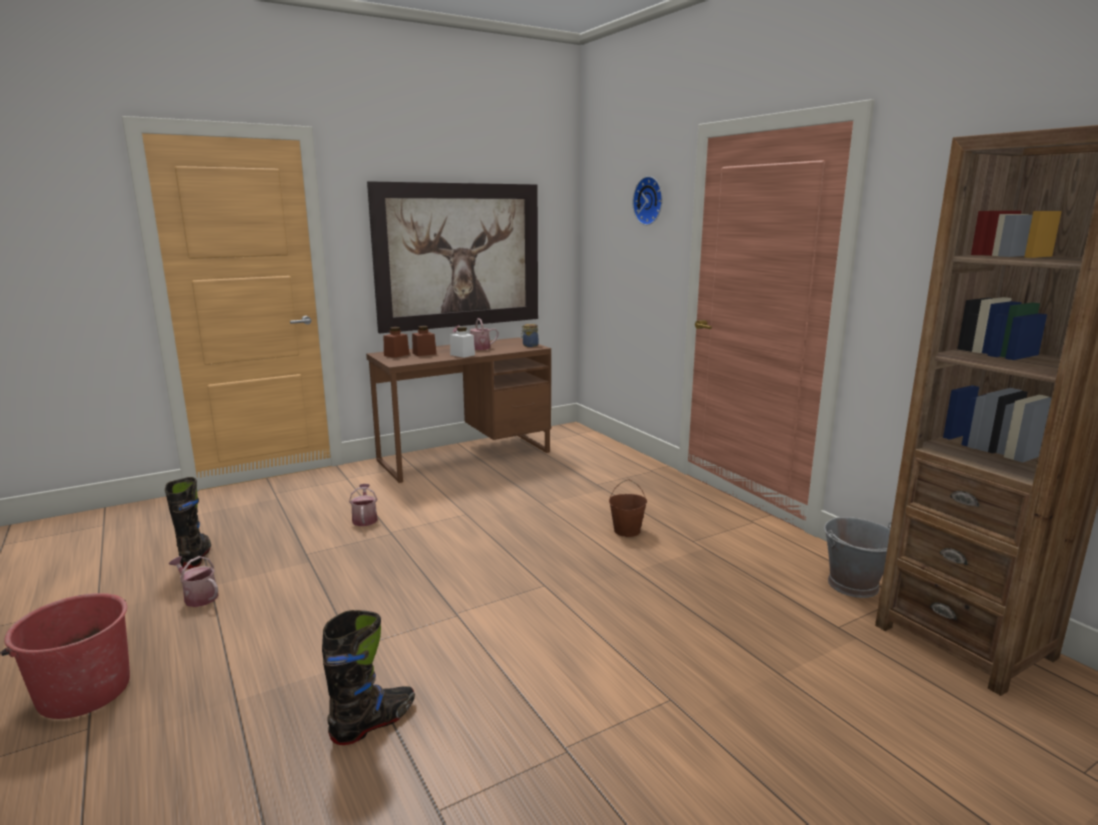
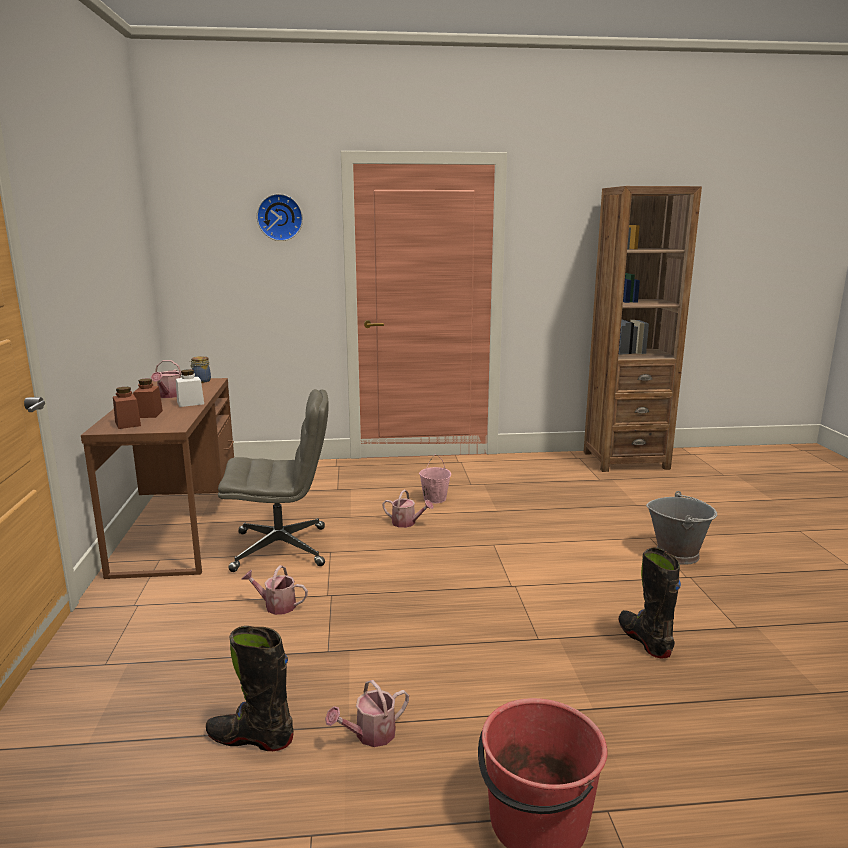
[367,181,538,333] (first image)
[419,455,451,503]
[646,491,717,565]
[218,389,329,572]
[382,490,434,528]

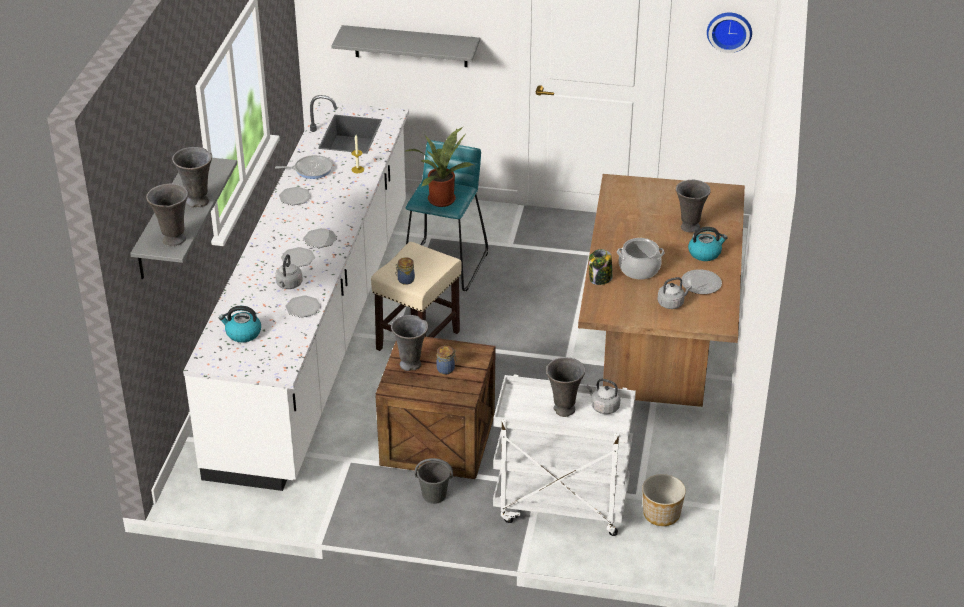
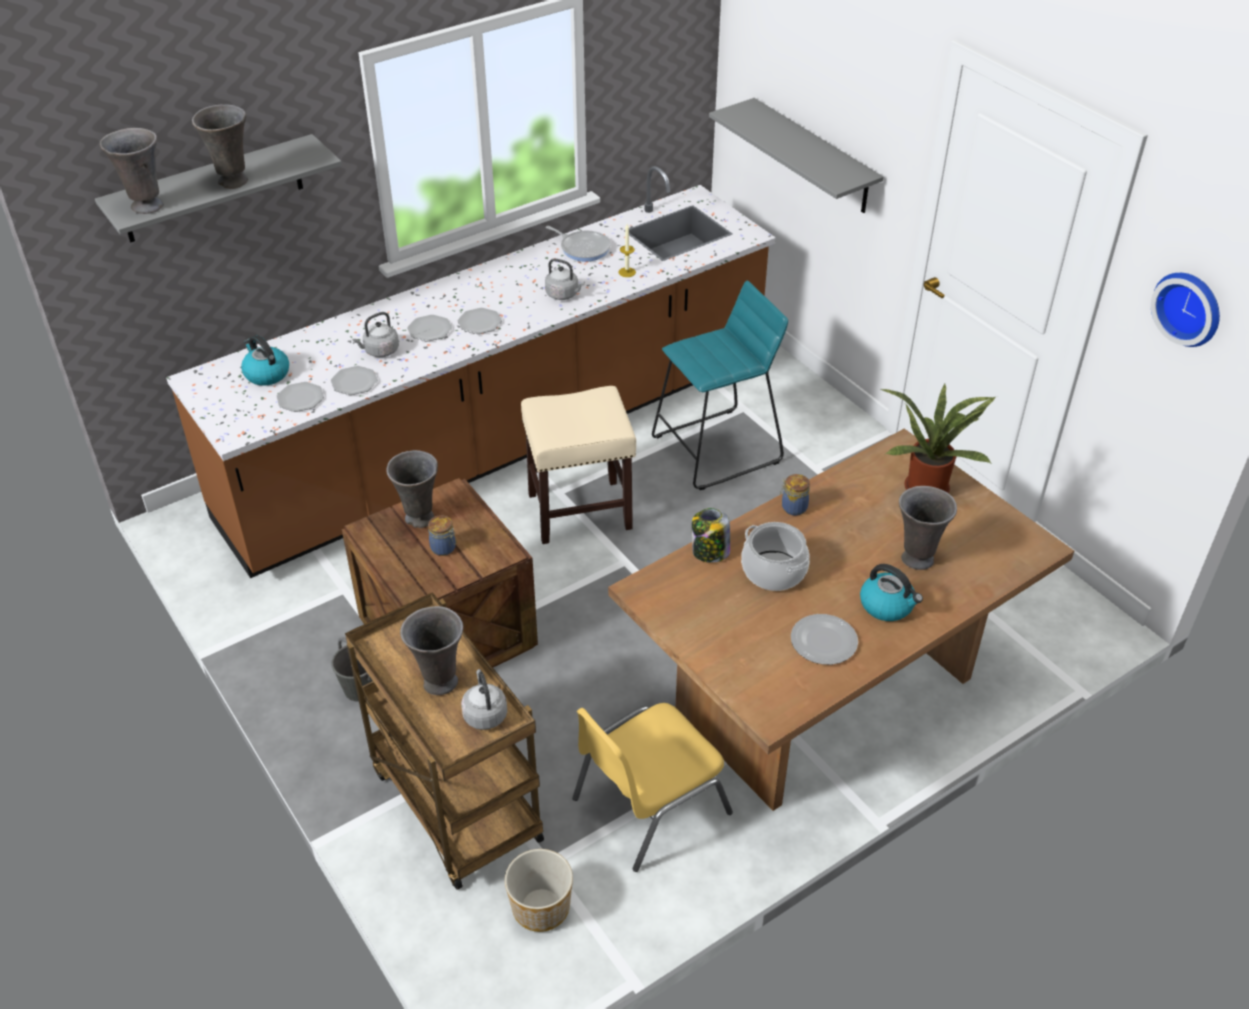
[166,166,776,578]
[881,382,996,493]
[277,382,324,412]
[780,474,810,516]
[545,259,585,300]
[345,592,544,890]
[573,703,733,872]

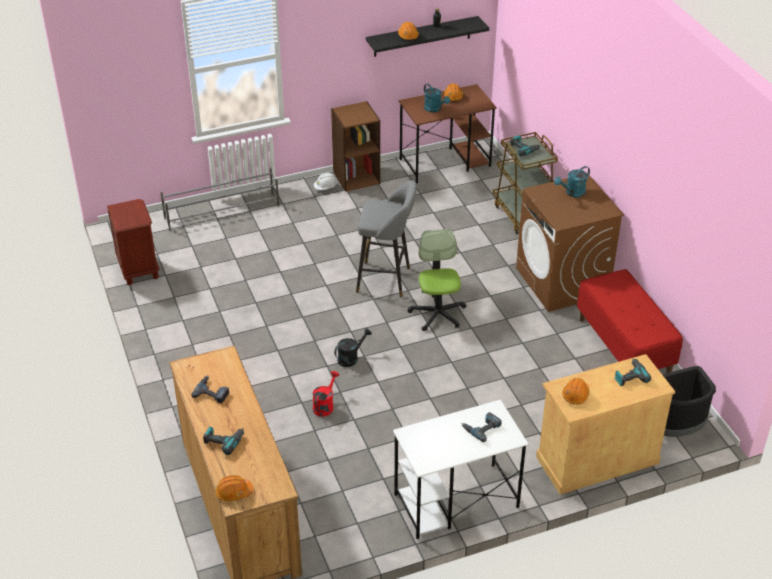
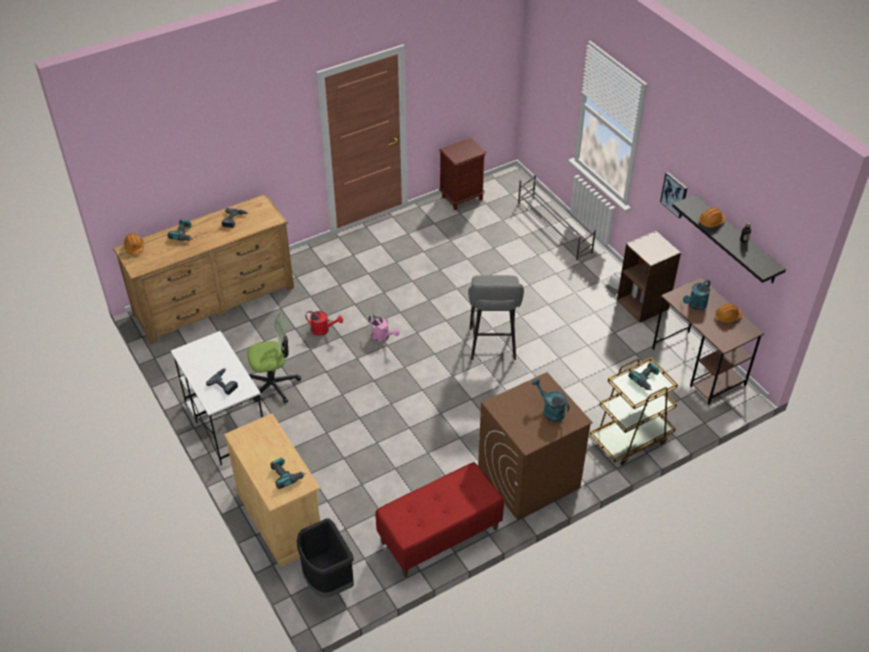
[248,312,301,404]
[369,314,400,342]
[562,378,589,405] (first image)
[660,172,687,218]

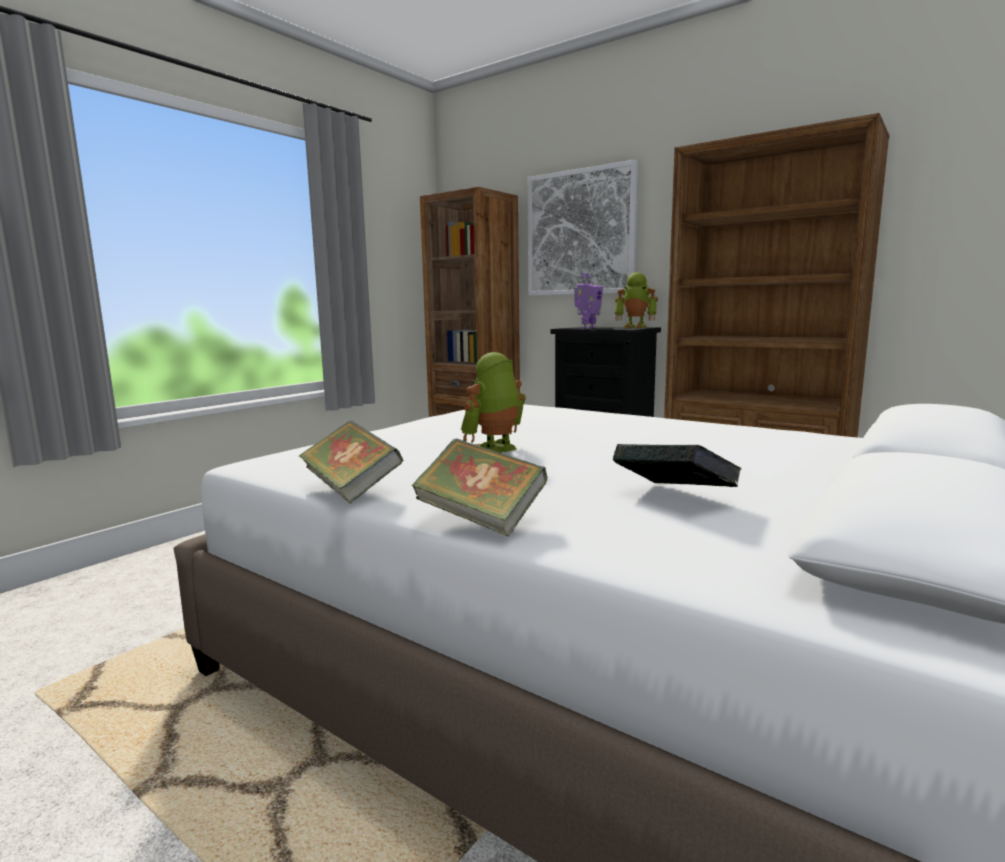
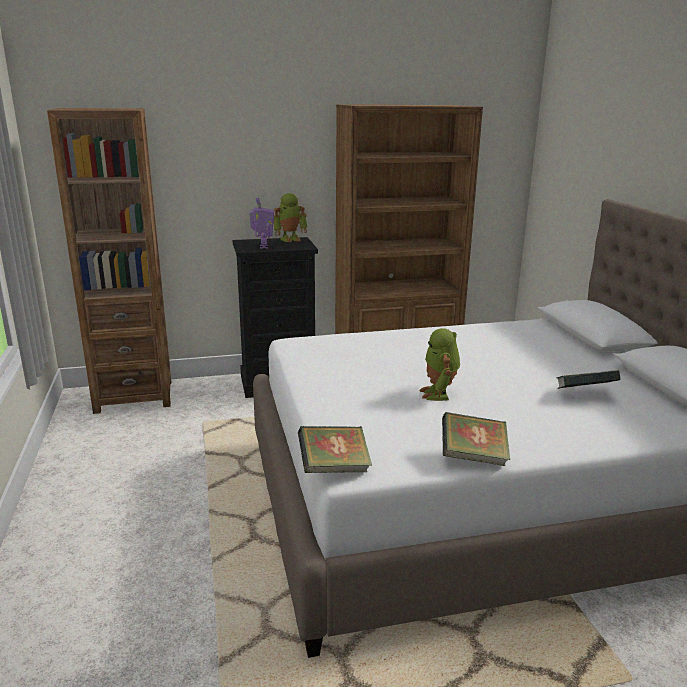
[528,160,638,296] (first image)
[298,426,372,473]

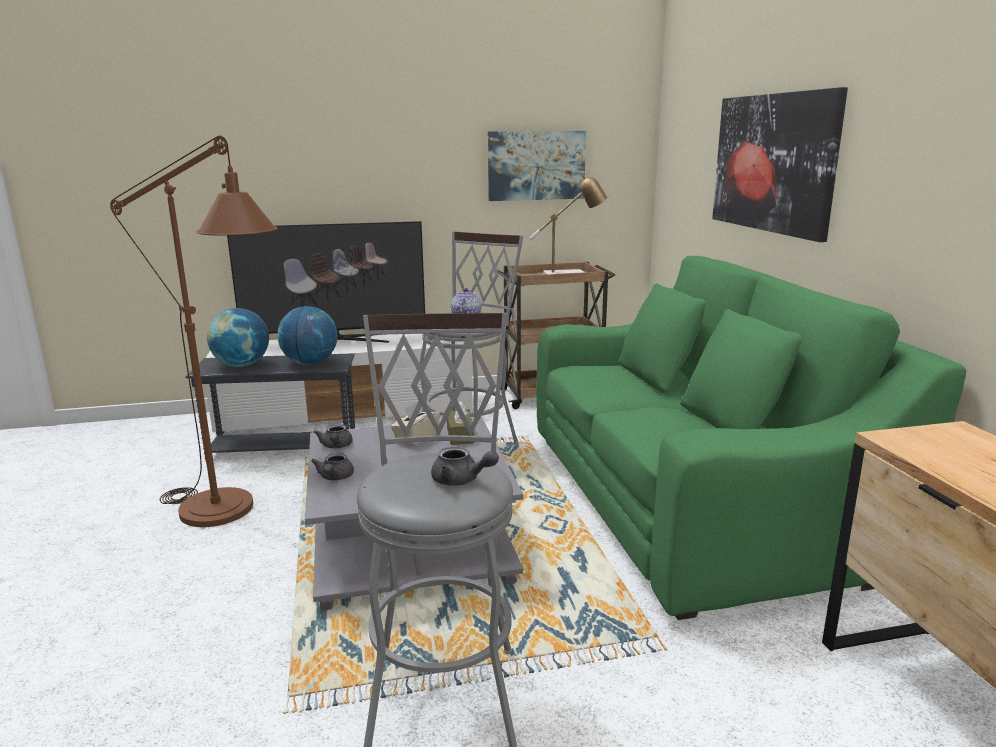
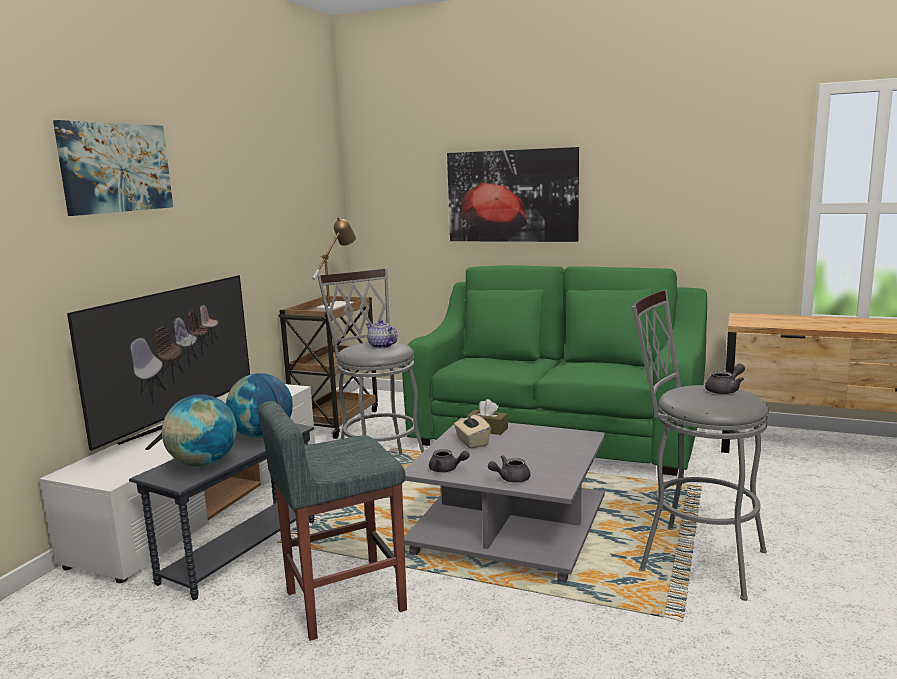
[53,120,173,216]
[258,401,407,641]
[488,455,530,483]

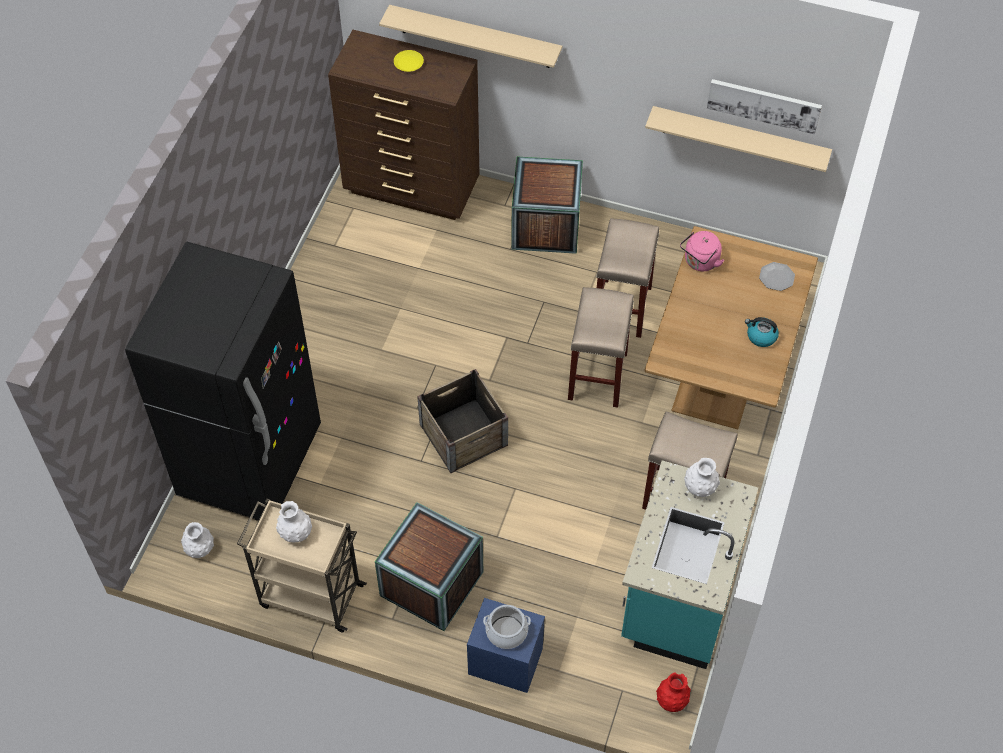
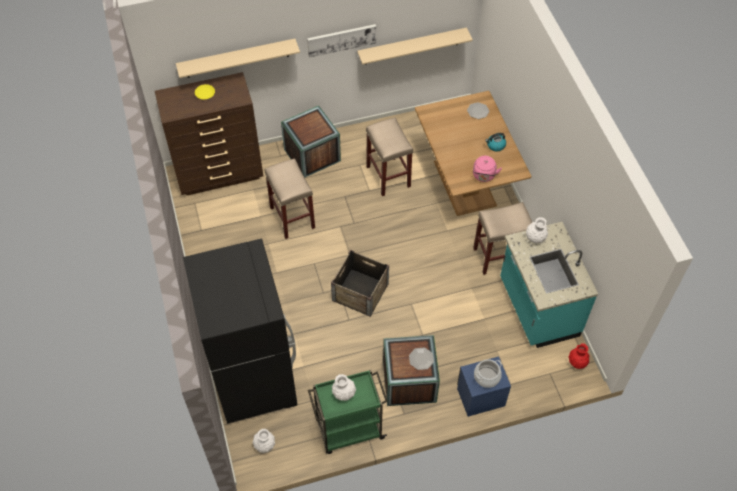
[307,24,376,58]
[473,156,502,182]
[265,158,315,239]
[308,370,388,454]
[409,348,434,370]

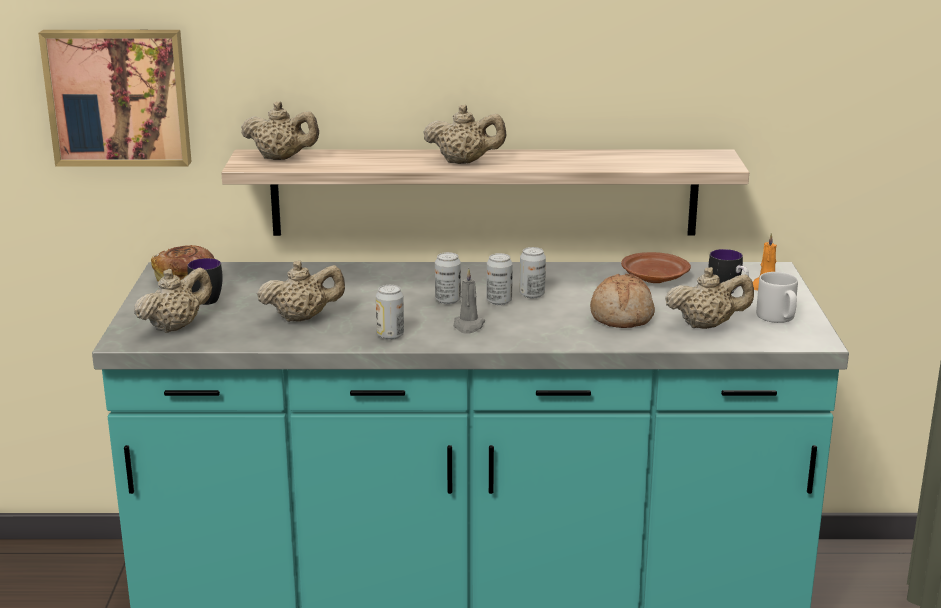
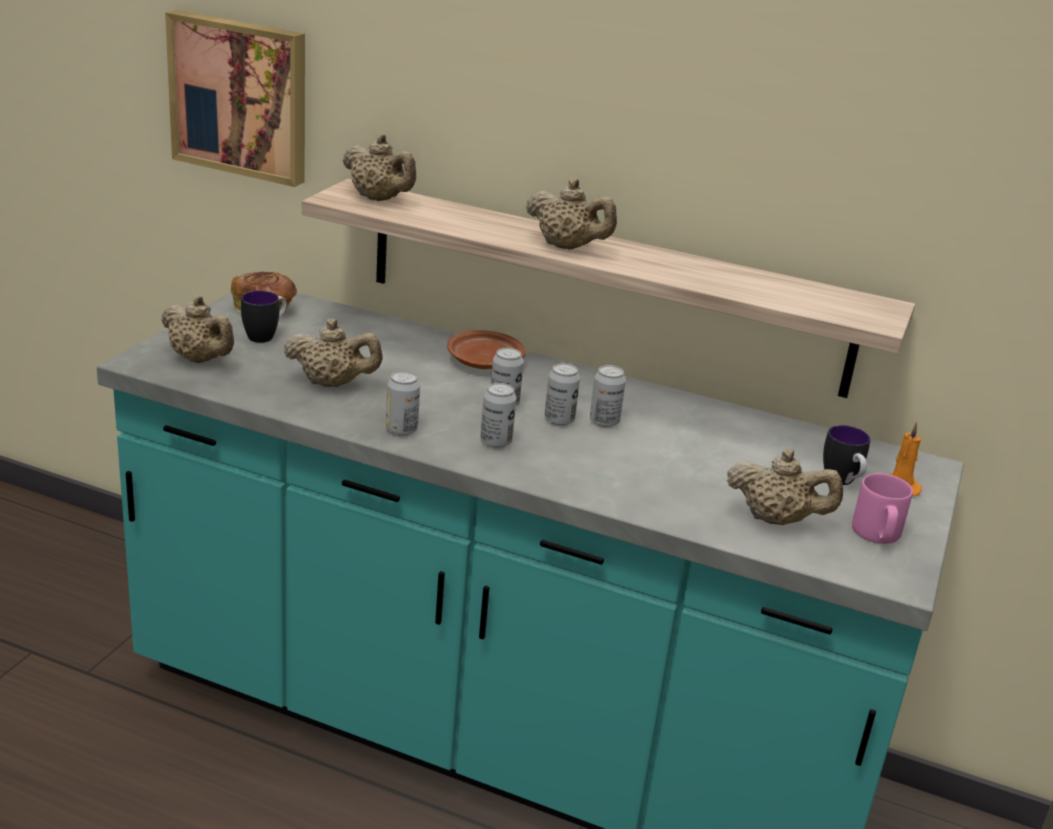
[447,330,526,369]
[161,295,234,363]
[480,383,516,448]
[852,473,913,544]
[590,274,655,328] (first image)

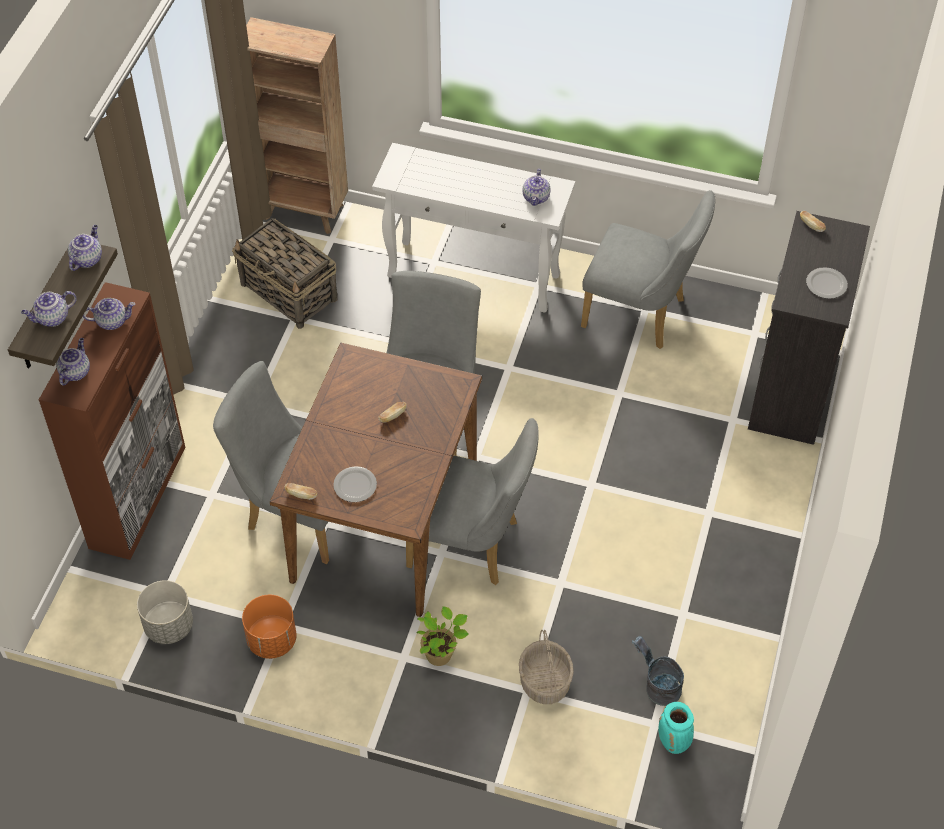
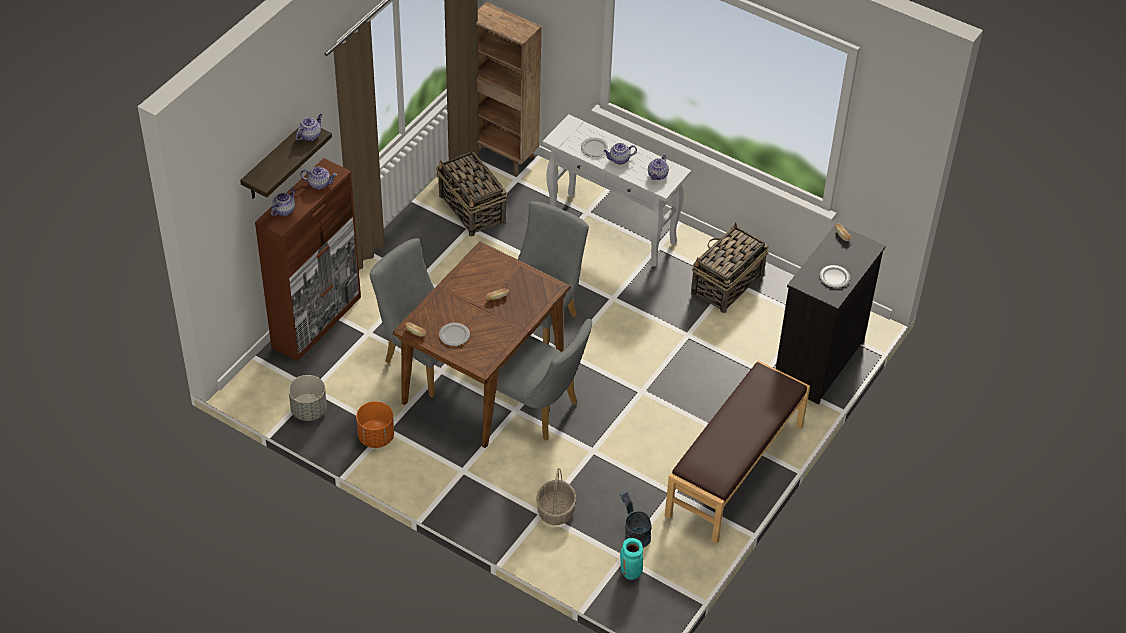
[691,223,769,313]
[604,143,637,165]
[417,606,469,666] (first image)
[581,137,609,157]
[665,361,810,544]

